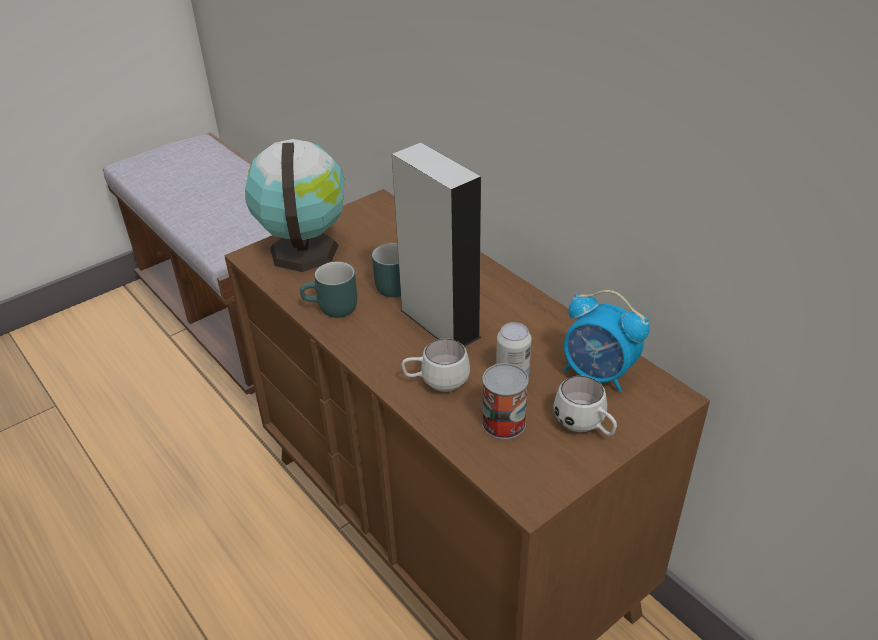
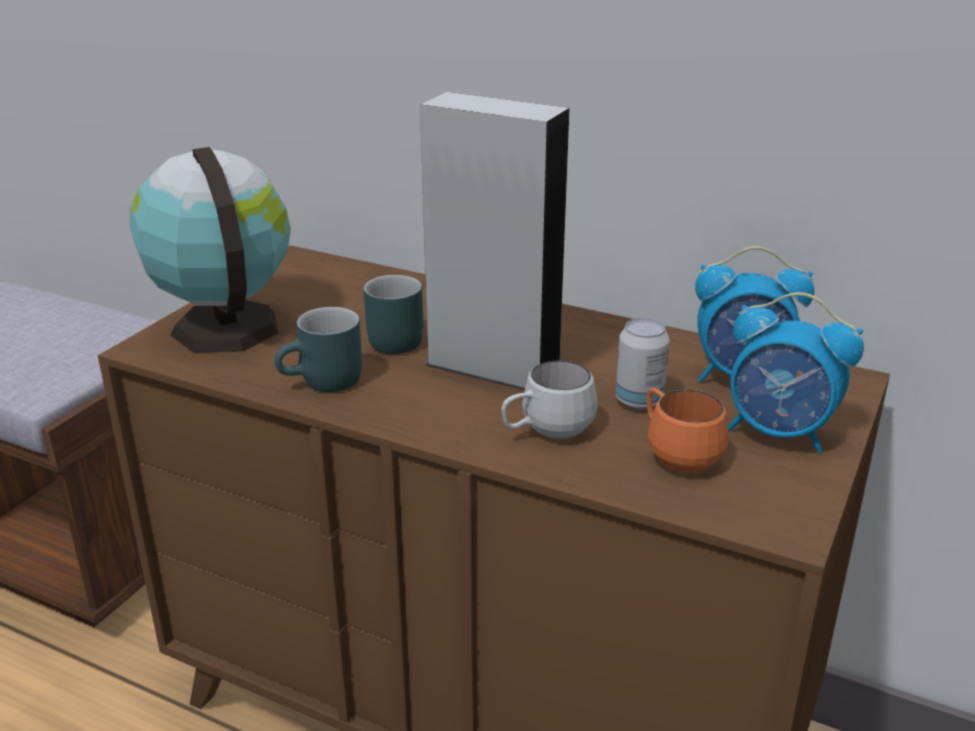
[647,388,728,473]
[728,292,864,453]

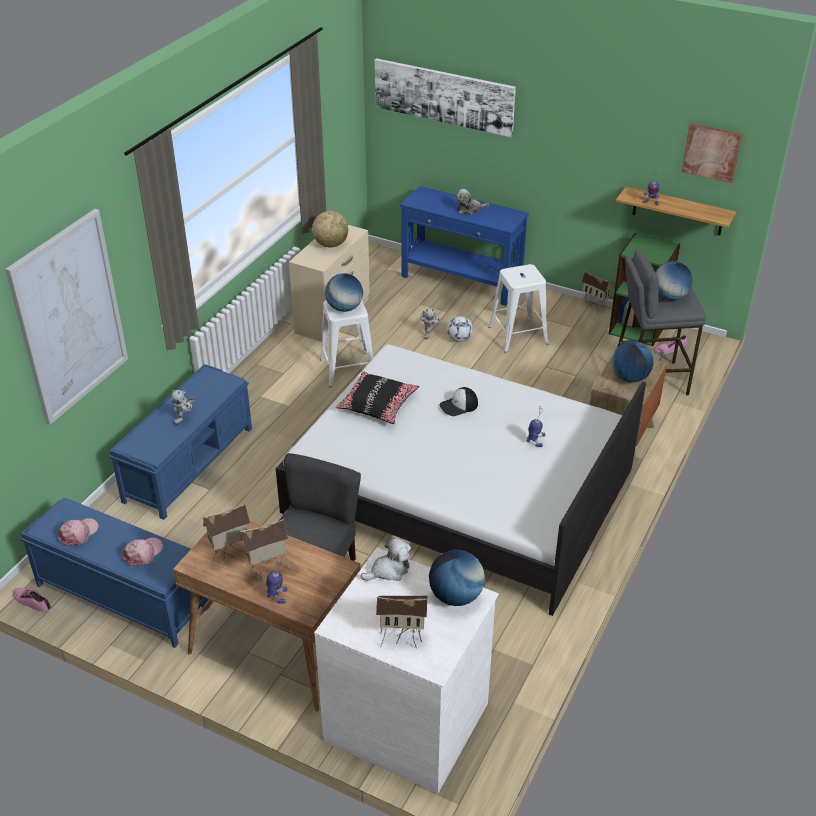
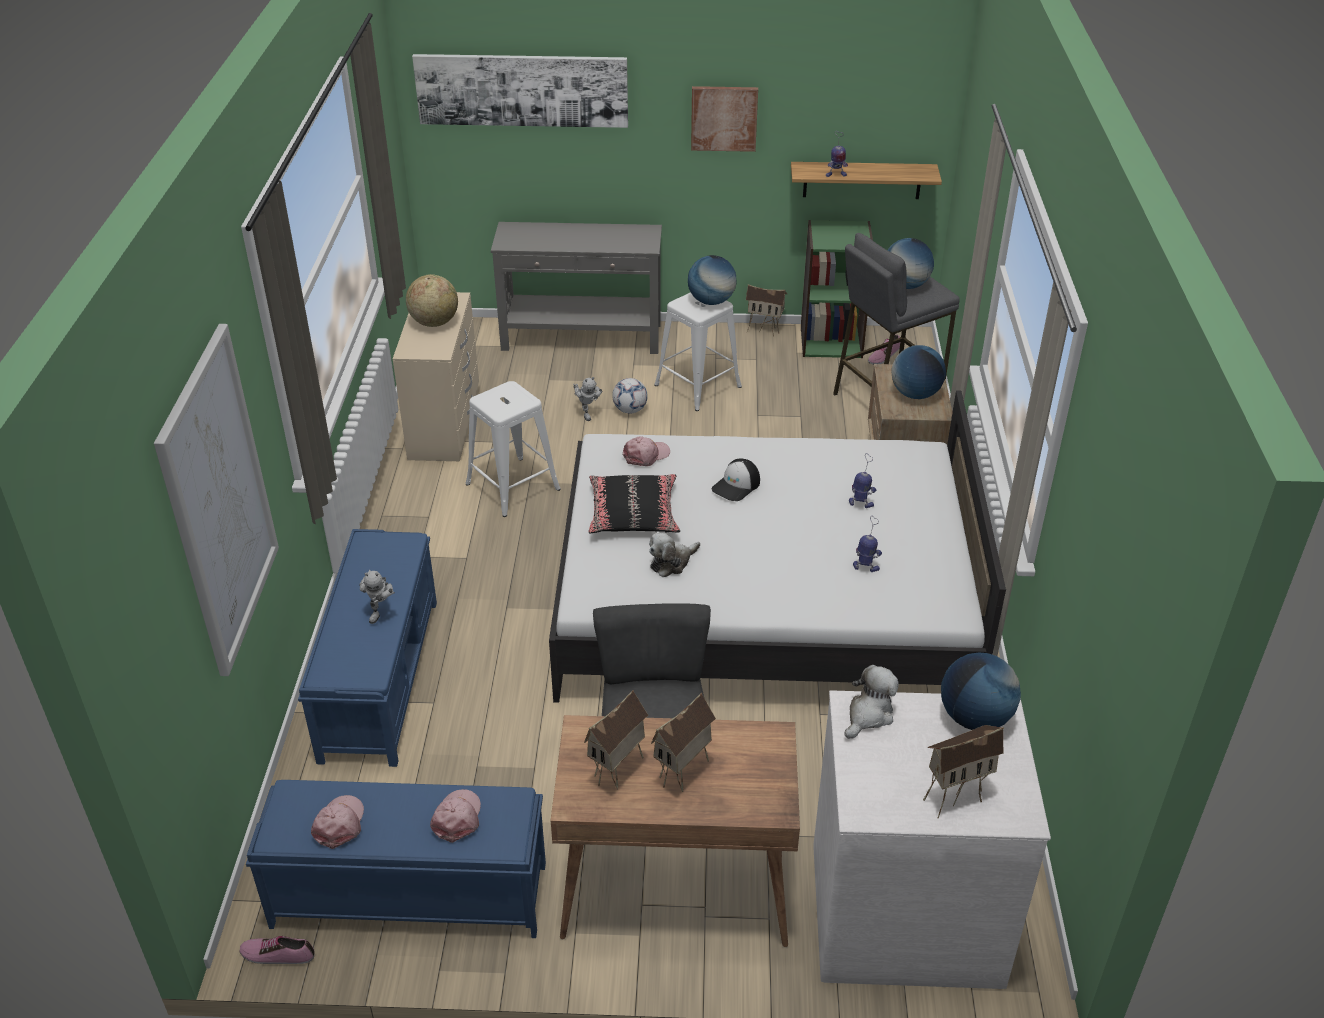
[691,86,758,152]
[491,222,662,354]
[649,532,700,577]
[688,255,736,305]
[853,516,882,572]
[623,436,670,466]

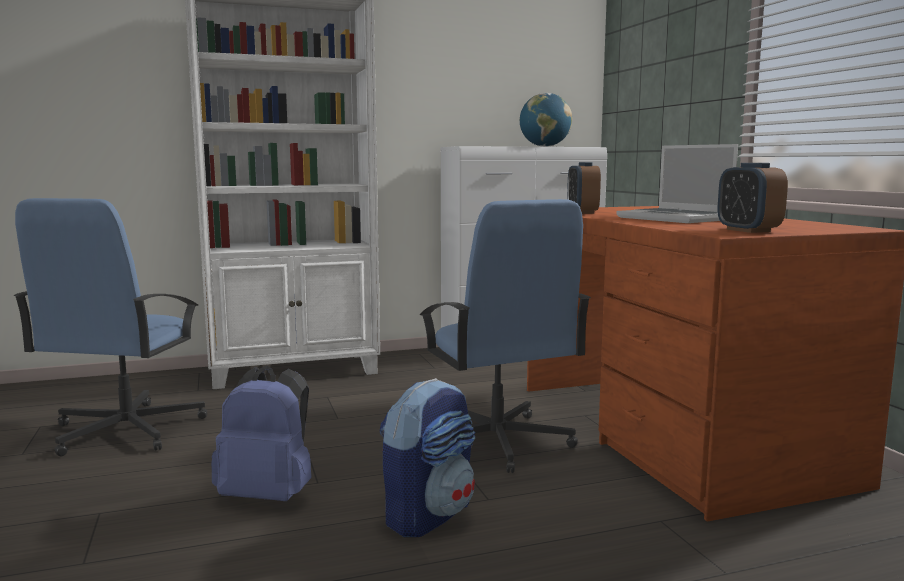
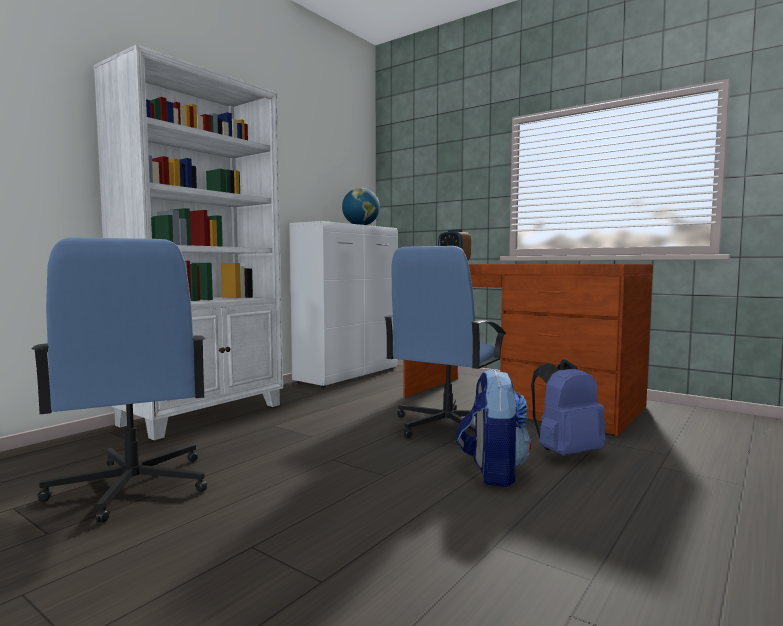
[616,144,738,223] (first image)
[717,163,788,233] (first image)
[384,246,506,438]
[531,359,606,456]

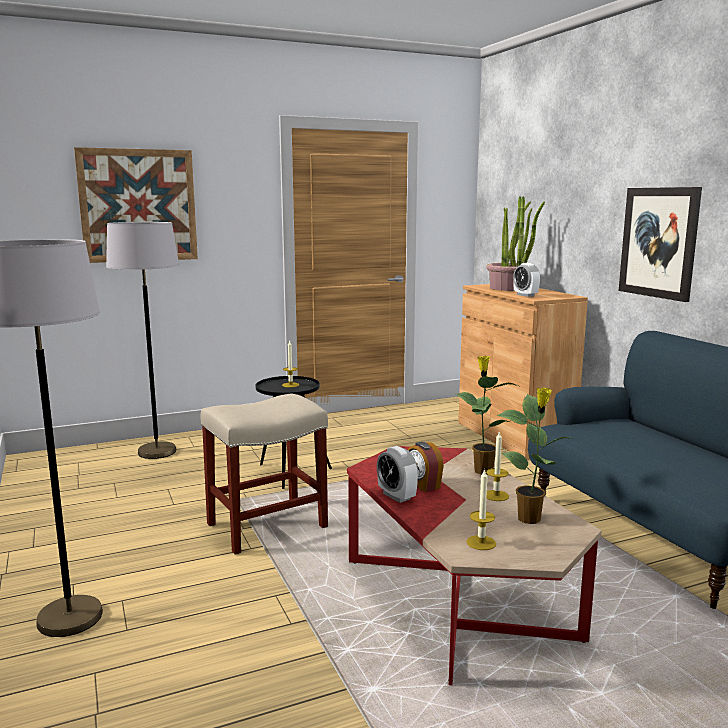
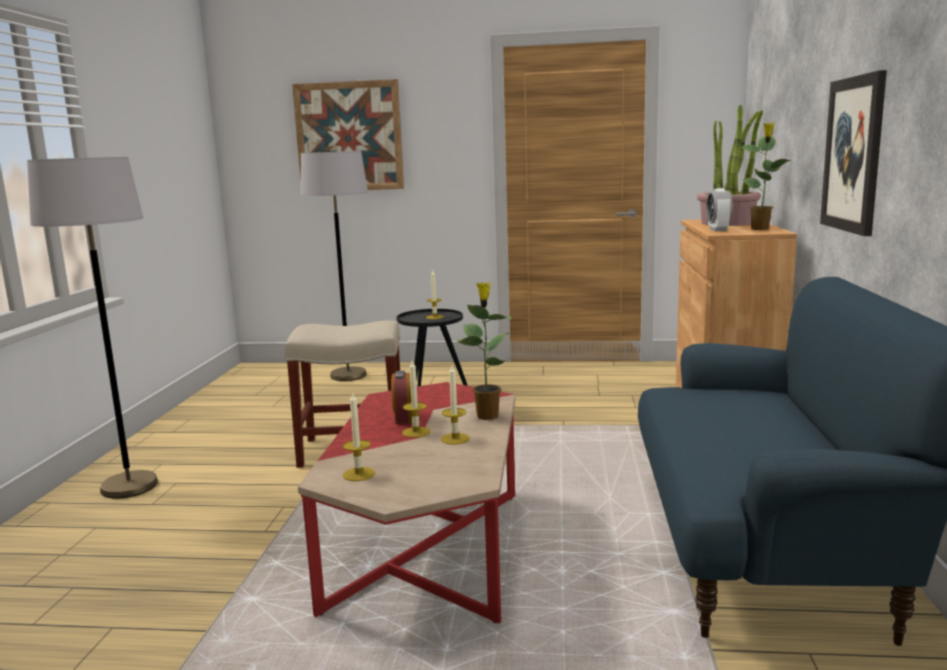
[737,123,791,230]
[377,446,418,503] (first image)
[402,361,430,438]

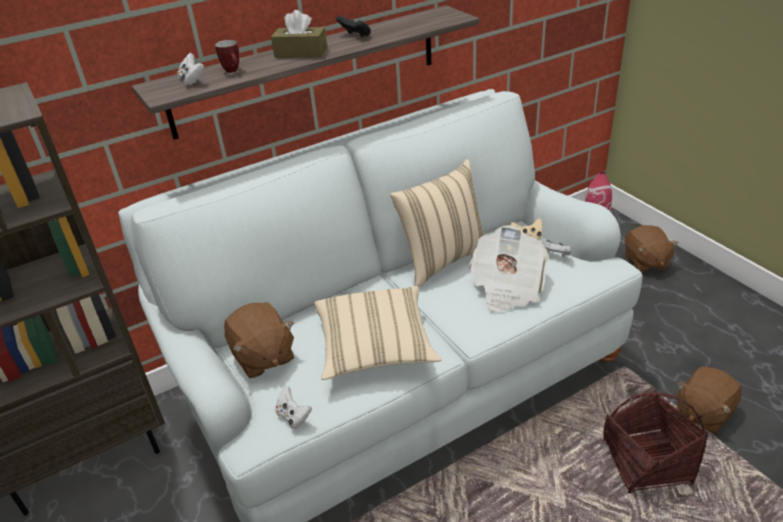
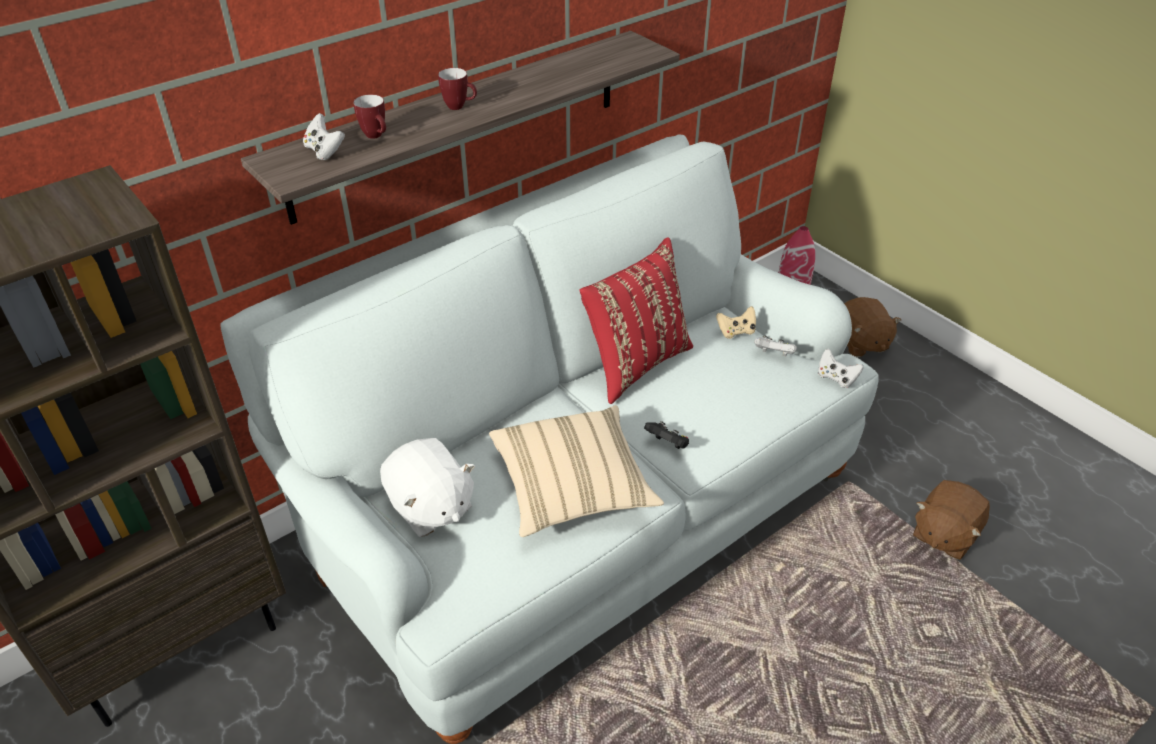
[438,68,477,110]
[644,421,689,449]
[579,237,693,404]
[469,225,549,312] (first image)
[380,438,475,537]
[818,348,864,388]
[603,390,708,494] (first image)

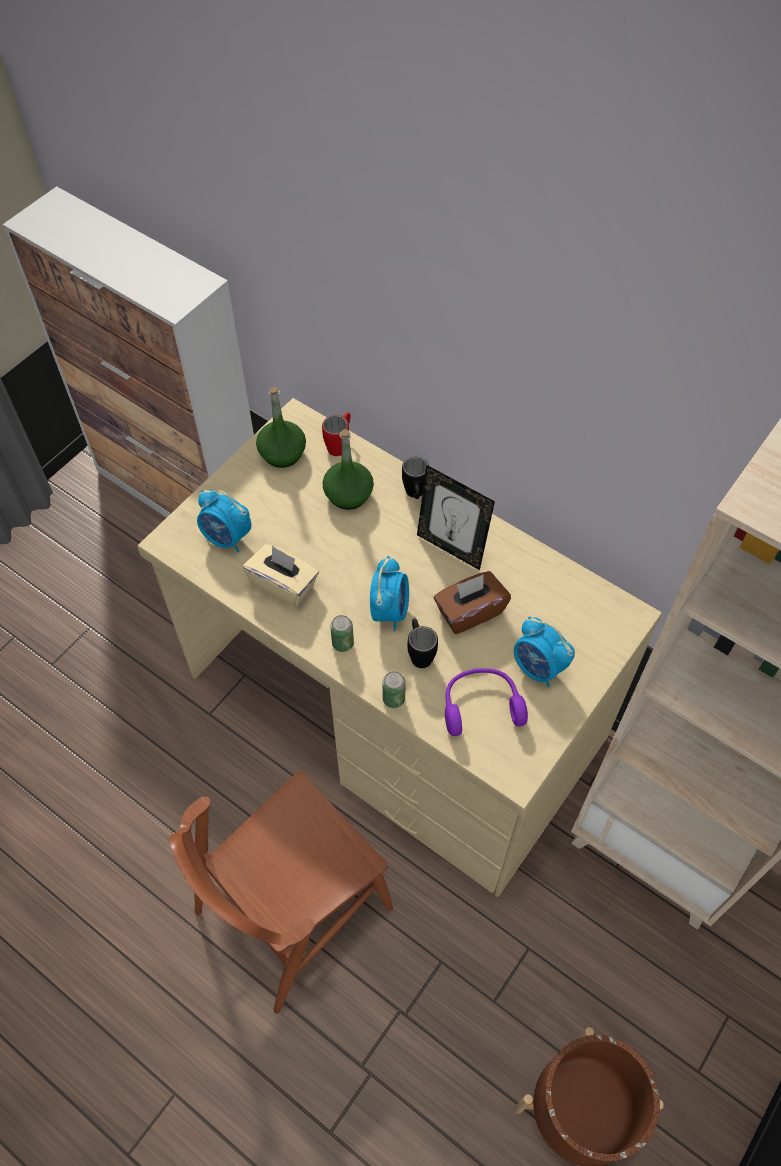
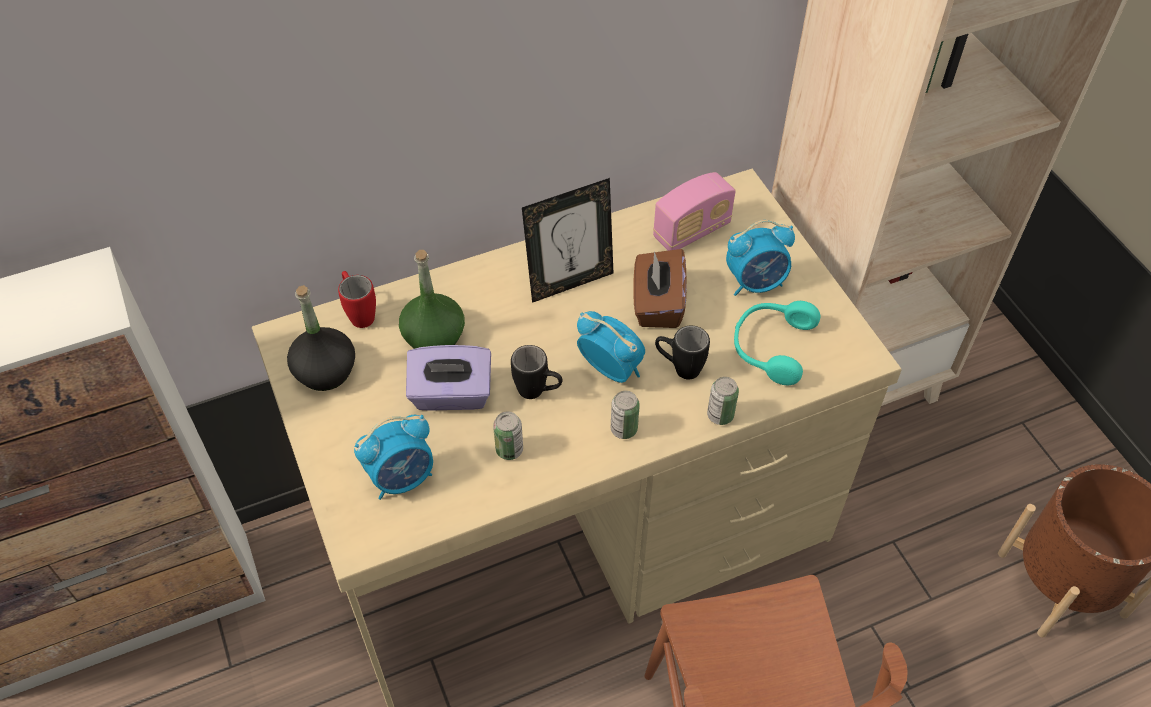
[287,285,355,391]
[511,345,562,399]
[493,411,523,460]
[734,301,820,385]
[653,172,736,251]
[406,345,491,411]

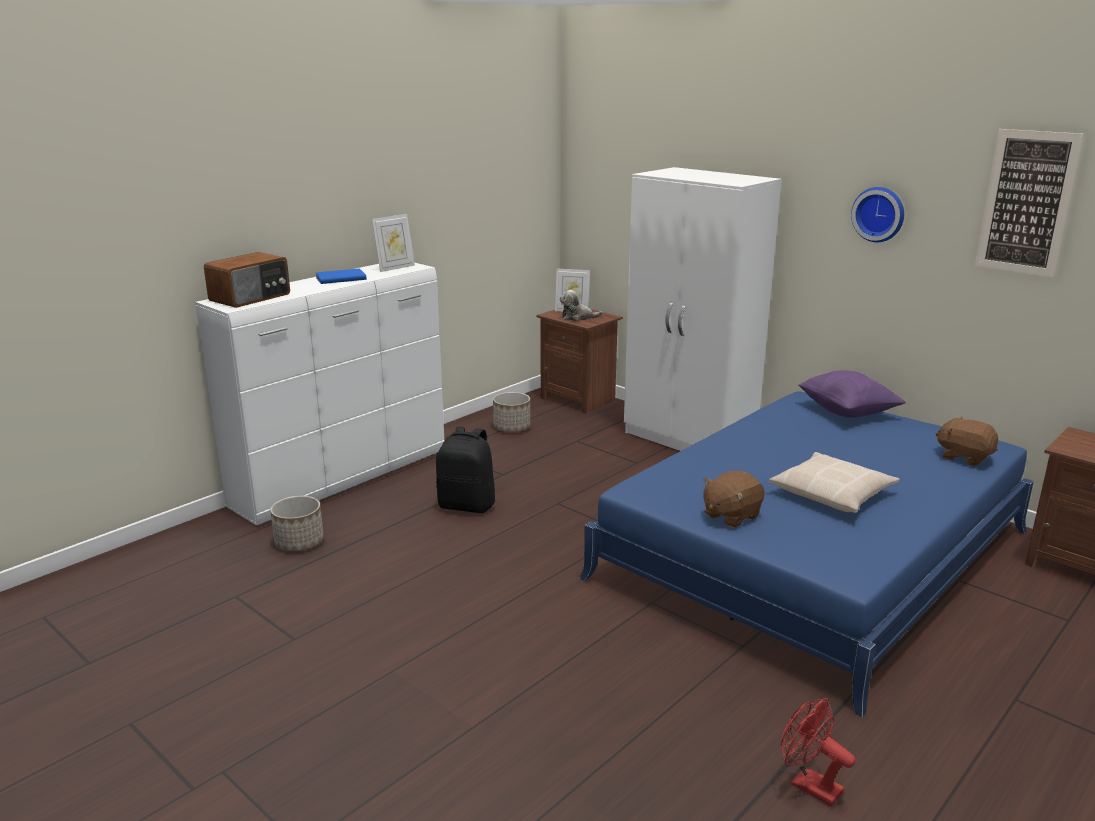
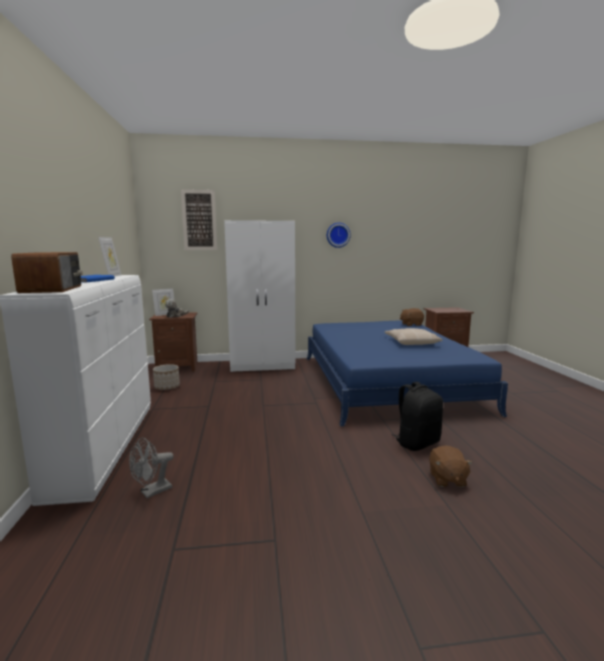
[181,189,217,250]
[798,370,906,418] (first image)
[392,382,443,451]
[429,446,473,487]
[129,437,173,498]
[781,698,856,807] (first image)

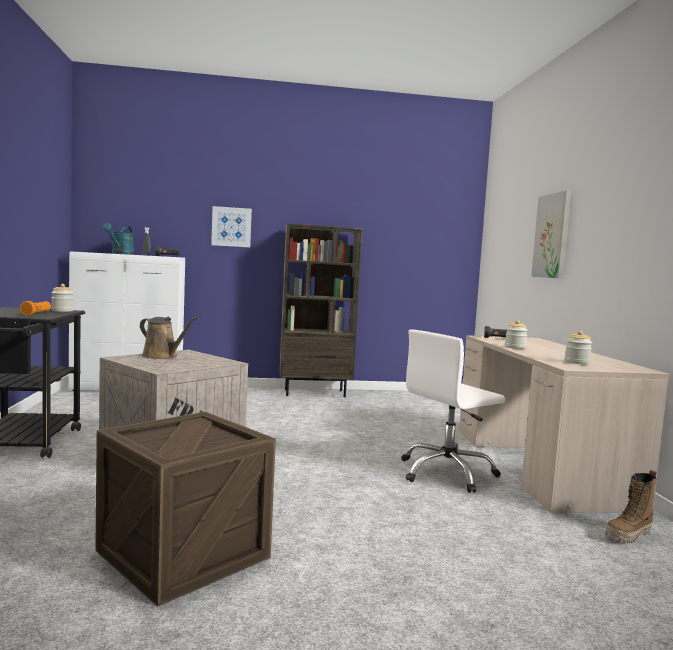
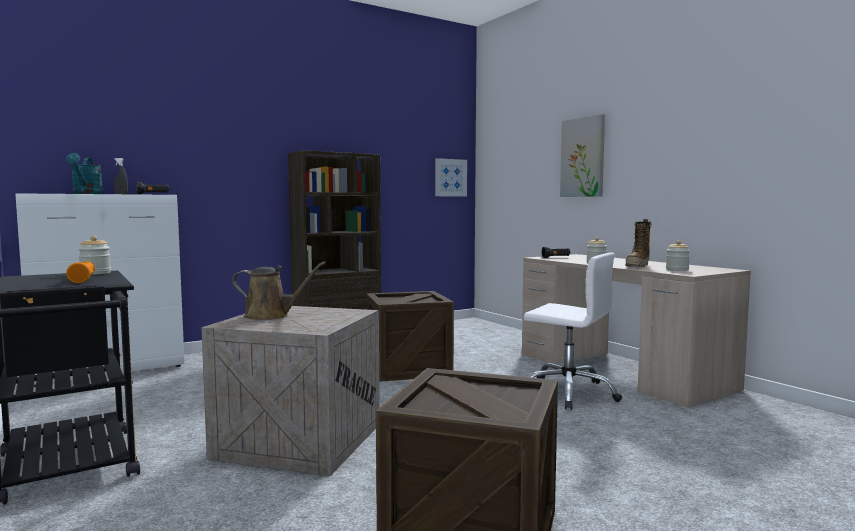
[435,158,467,197]
[524,253,622,410]
[626,219,652,267]
[367,291,454,382]

